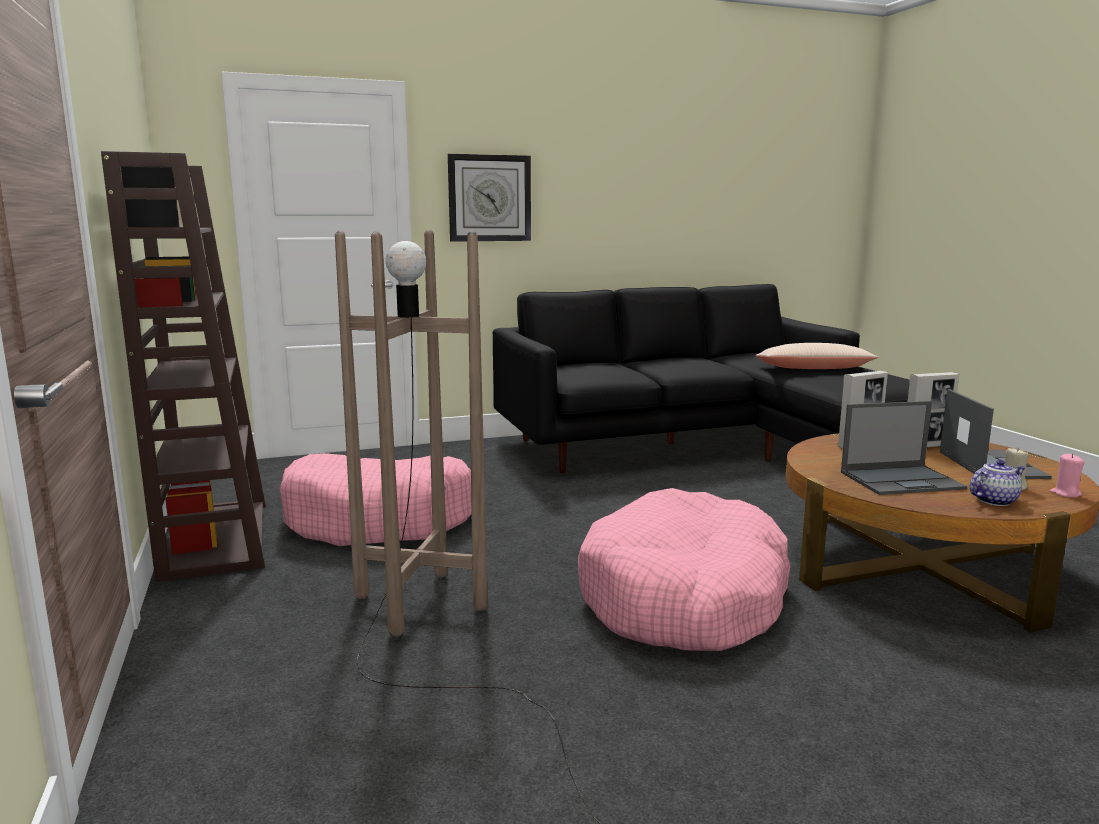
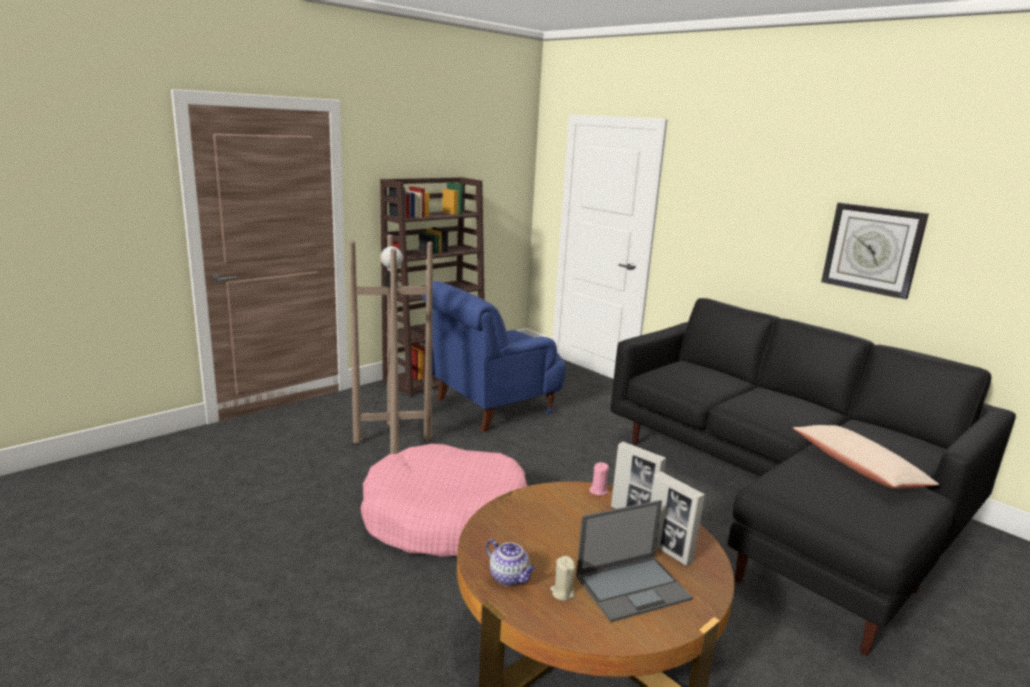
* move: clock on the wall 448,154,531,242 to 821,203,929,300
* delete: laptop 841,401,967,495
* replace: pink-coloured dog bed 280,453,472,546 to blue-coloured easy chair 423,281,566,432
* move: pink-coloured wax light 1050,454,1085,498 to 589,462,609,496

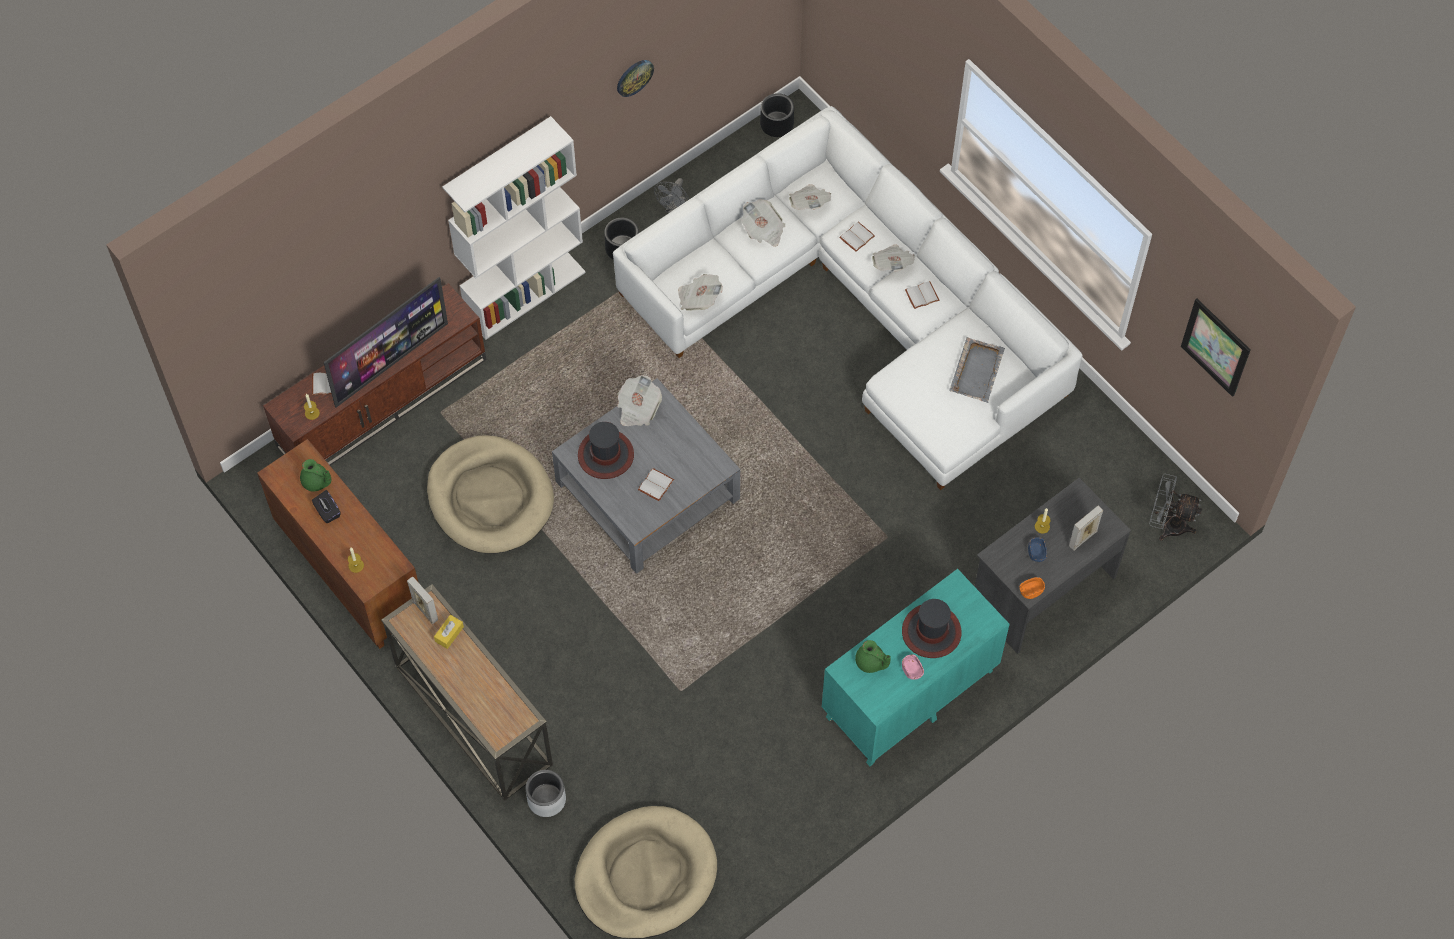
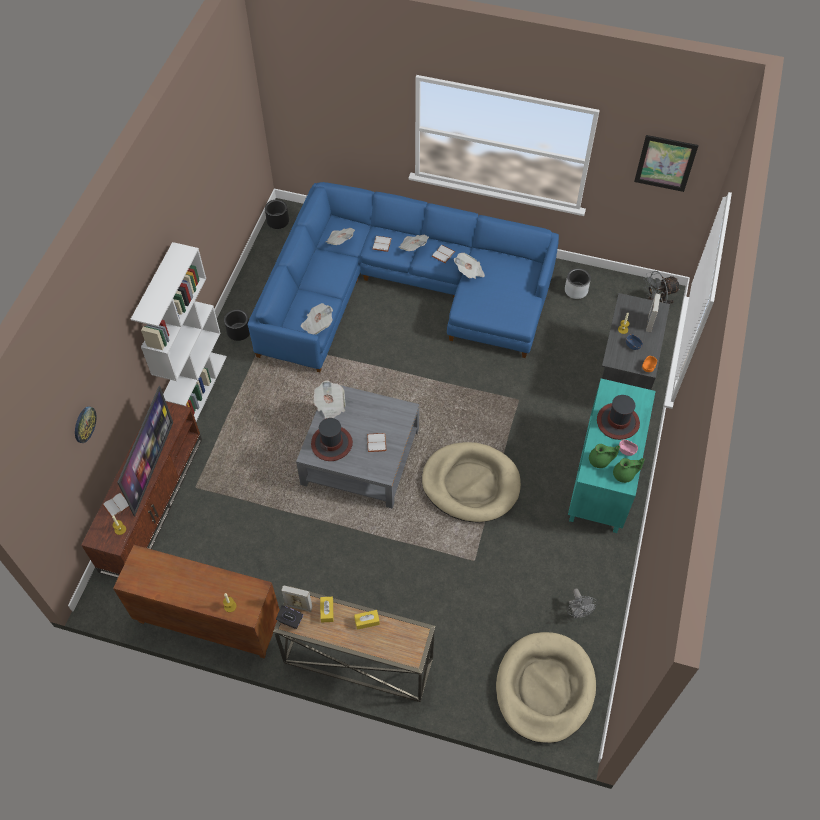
* move: clock on the wall 617,60,654,97 to 75,406,97,443
* recolor: white-coloured couch 613,106,1083,490 to blue-coloured couch 248,182,559,372
* move: greyish fan 654,178,689,213 to 567,588,597,619
* move: newspaper 741,199,786,247 to 454,253,485,279
* delete: greyish carrying tray 949,337,1005,403
* move: beige-coloured dog bed 427,435,554,554 to 422,442,521,522
* move: green pot for tea 300,459,331,492 to 613,458,645,483
* move: black tissue holder 312,490,341,523 to 276,606,303,629
* move: greyish planter 526,770,566,817 to 565,268,591,299
* insert: yellow-coloured tissue holder 354,610,380,630

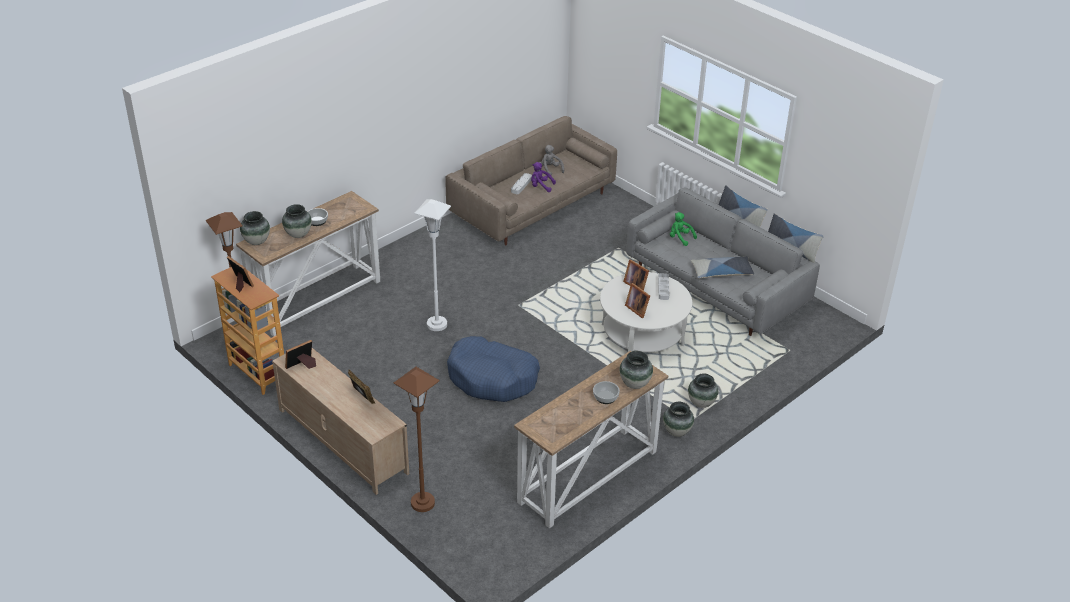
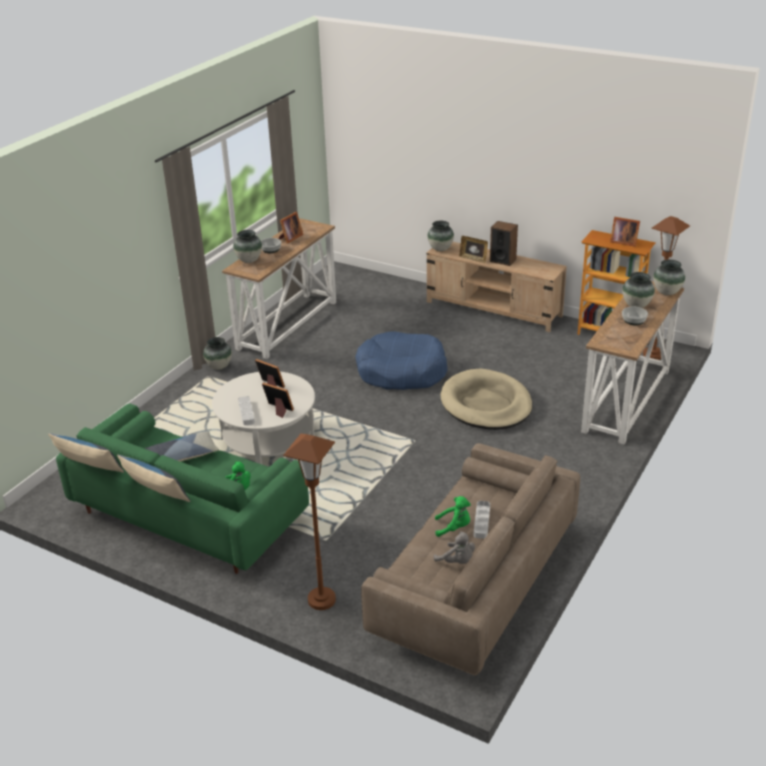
* recolor: purple-coloured plush toy 531,162,556,192 to green plush toy 435,496,471,537
* recolor: greyish couch 626,187,820,336 to green couch 56,404,309,574
* replace: white-coloured floor lamp 414,199,451,331 to beige-coloured dog bed 441,368,532,430
* move: photo frame 285,340,316,369 to 279,212,303,243
* move: brownish floor lamp 394,367,440,512 to 283,434,336,610
* move: decorative vase 688,374,718,408 to 428,221,454,251
* insert: speaker 490,221,518,266

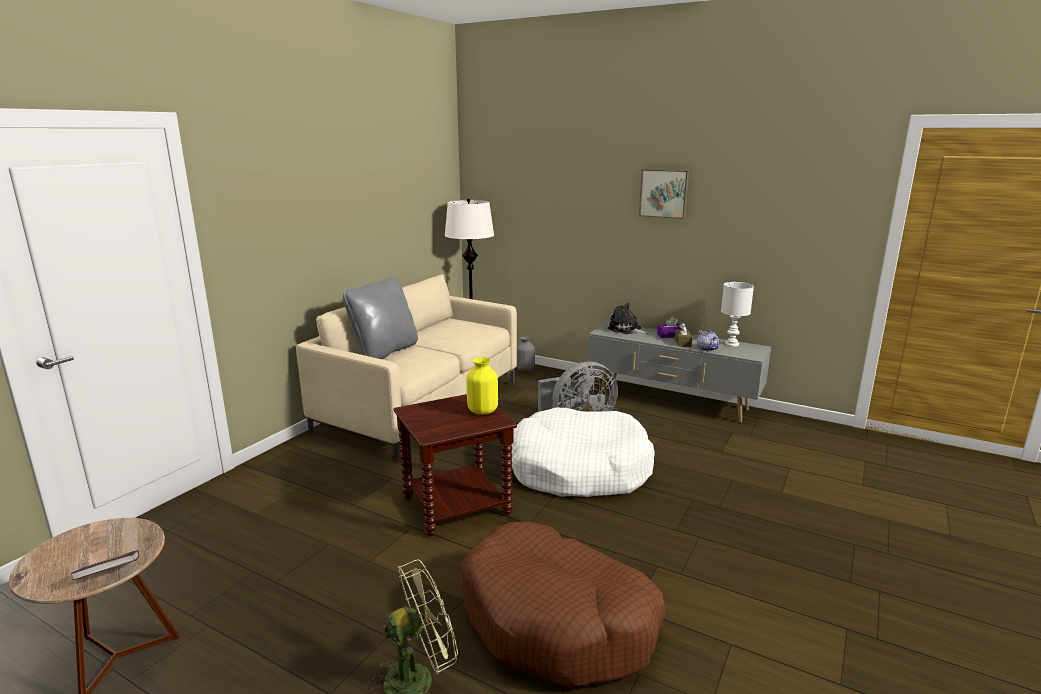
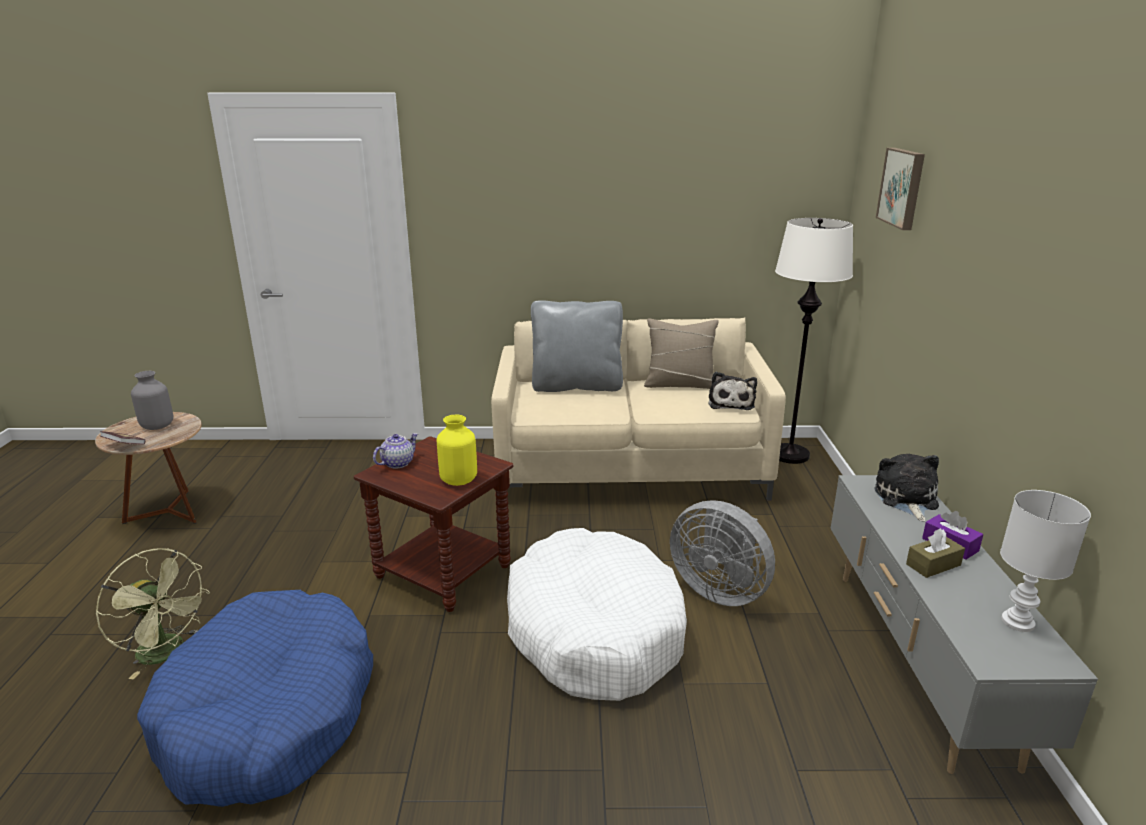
* move: wall art 639,169,689,219 to 876,148,925,230
* move: pot for tea 697,329,720,351 to 373,433,418,468
* move: greyish decorative vase 516,336,535,372 to 131,371,174,430
* recolor: brownish dog bed 461,522,666,688 to blue-coloured dog bed 137,590,373,807
* insert: beige-coloured pillow 644,319,719,389
* insert: plush toy 708,372,757,410

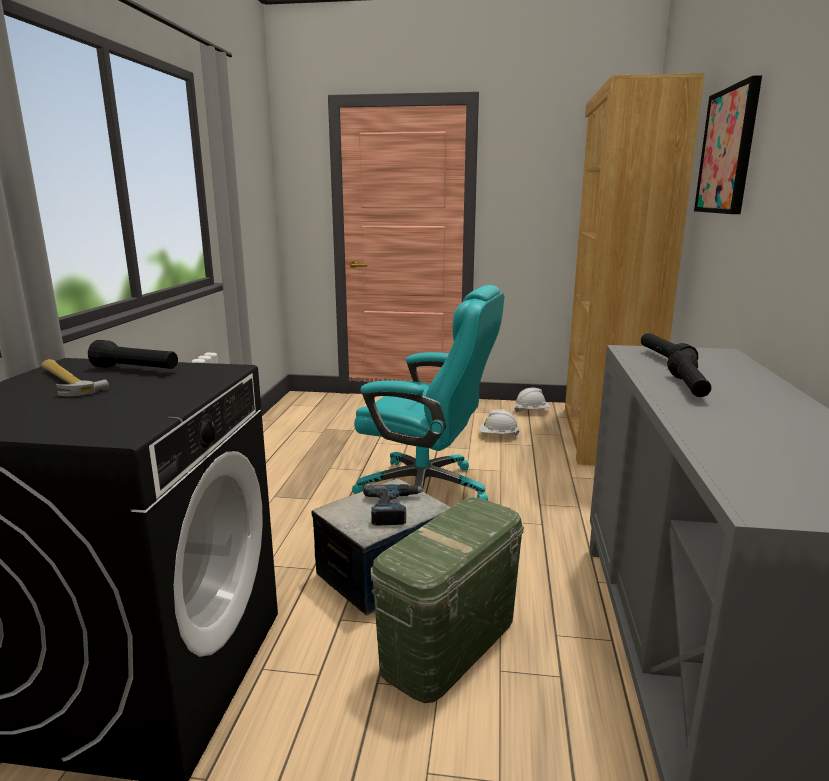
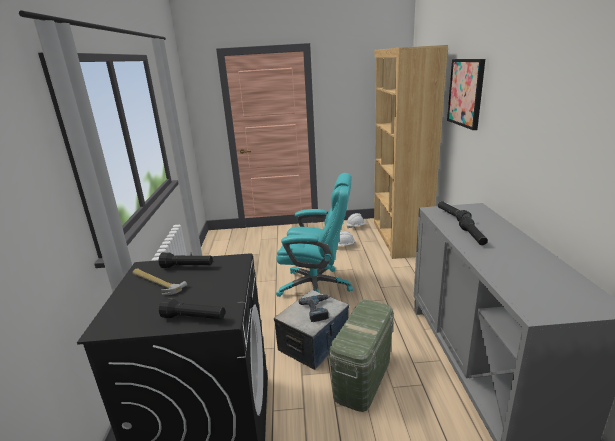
* insert: black torch 159,298,225,319

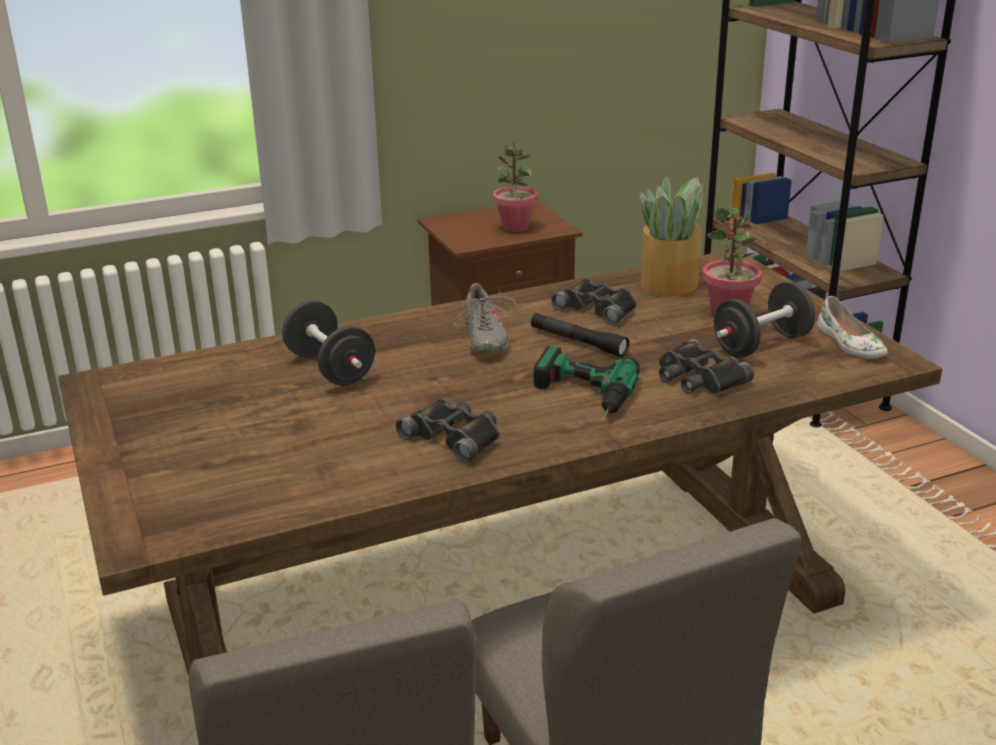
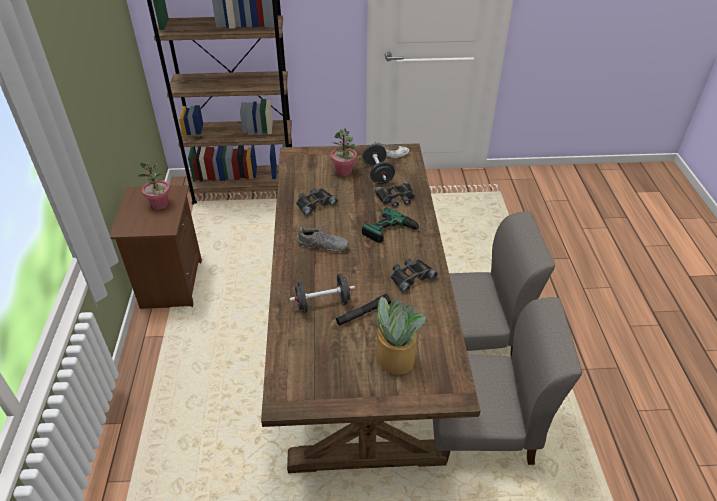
* move: houseplant 640,175,704,296 to 371,296,426,375
* move: black torch 531,313,629,357 to 336,294,391,326

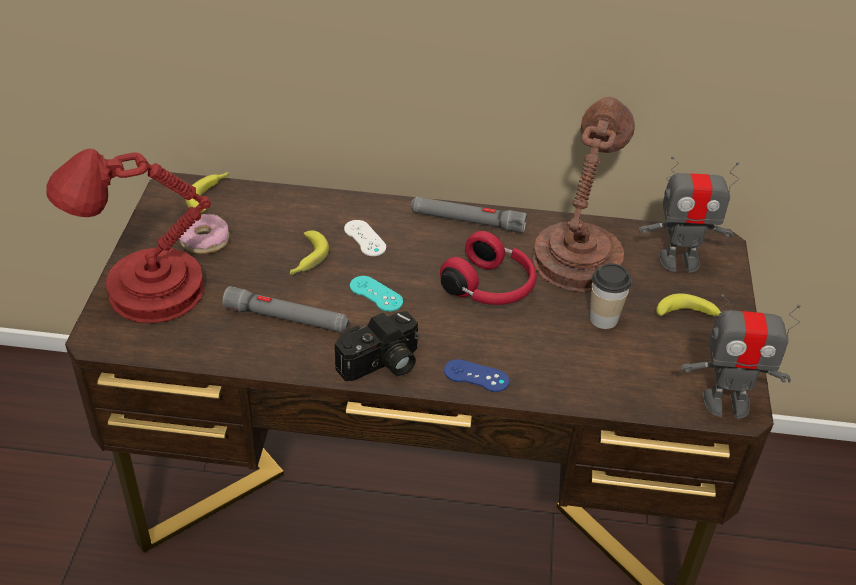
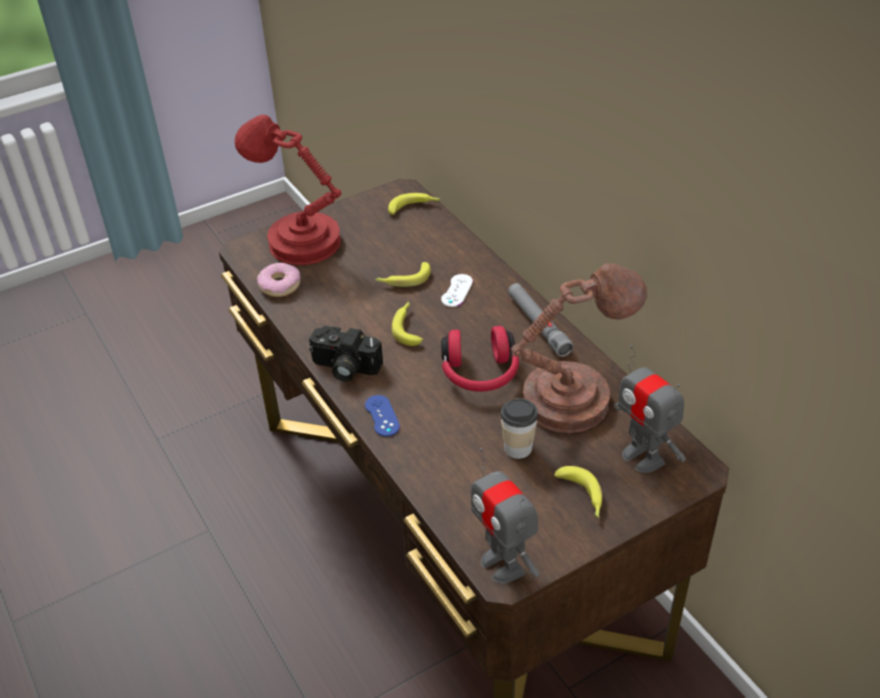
* move: doughnut 178,214,229,254 to 257,262,300,297
* replace: turquoise-coloured gamepad 350,276,403,312 to whole banana 392,302,423,346
* delete: greyish torch 222,286,349,333

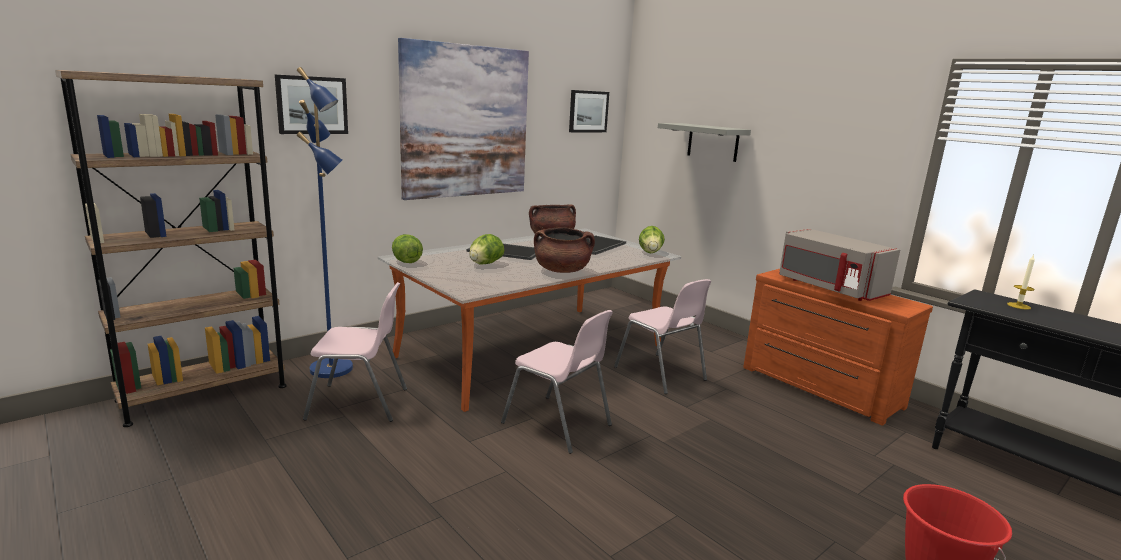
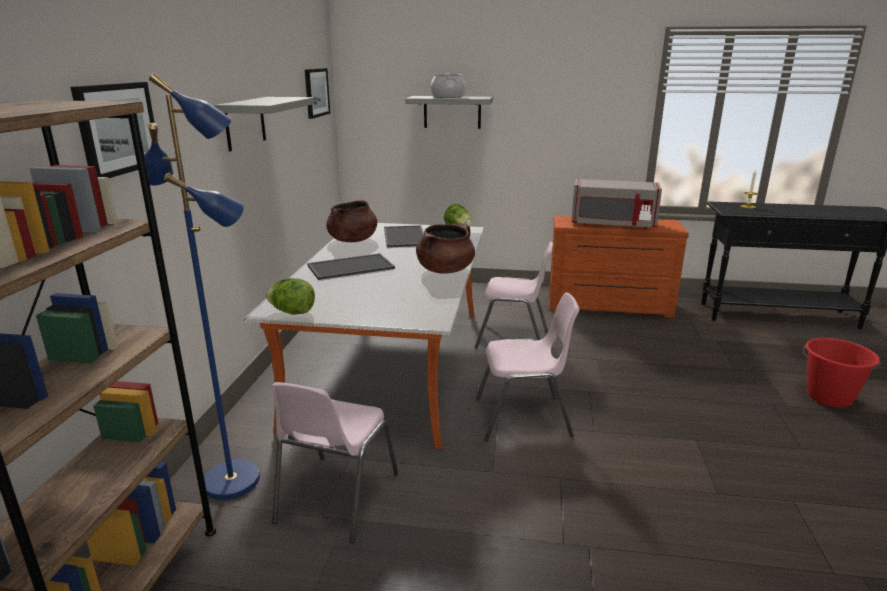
* replace: wall art 398,38,529,200 to greyish wall shelf 214,97,314,151
* delete: head of lettuce 469,234,504,264
* rotate: pink-coloured plain chair 303,282,407,422 = 271,382,398,543 150 degrees clockwise
* insert: cooking pot 431,74,466,98

